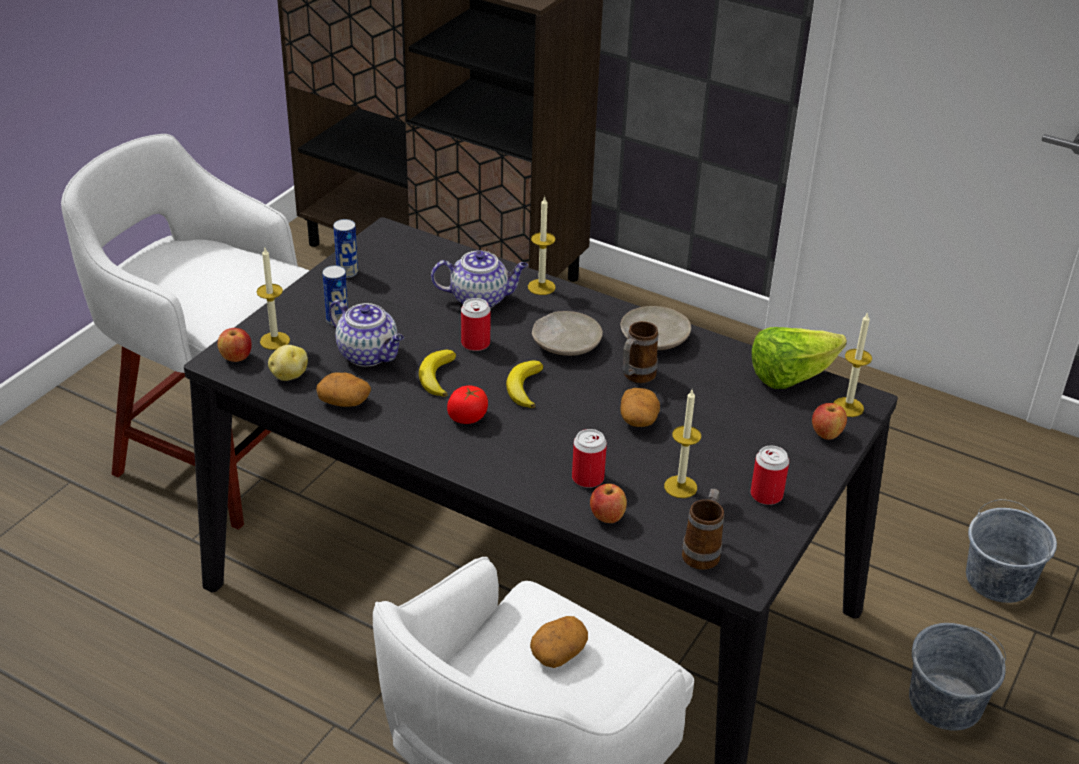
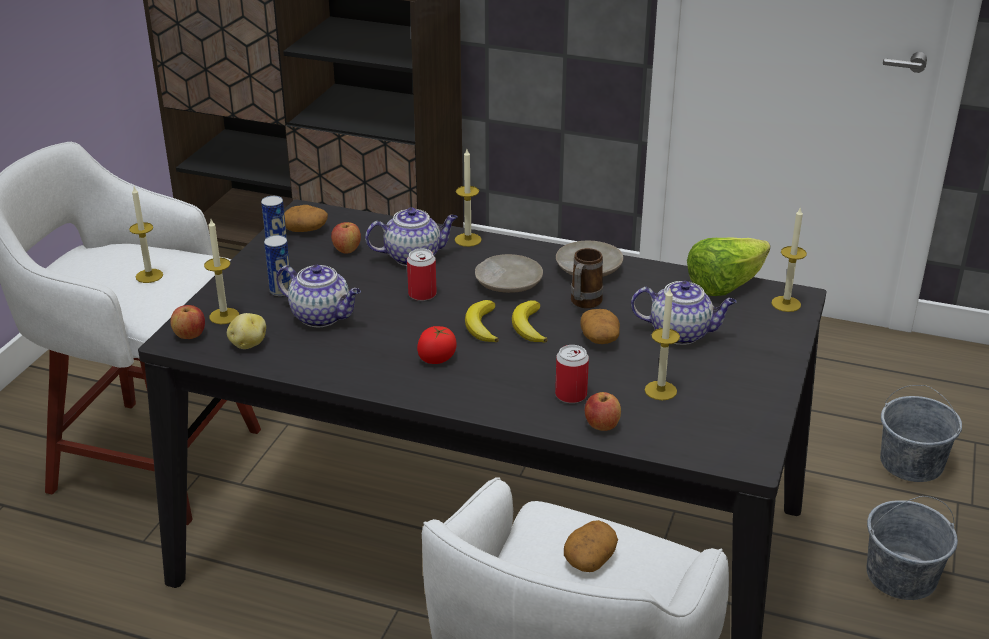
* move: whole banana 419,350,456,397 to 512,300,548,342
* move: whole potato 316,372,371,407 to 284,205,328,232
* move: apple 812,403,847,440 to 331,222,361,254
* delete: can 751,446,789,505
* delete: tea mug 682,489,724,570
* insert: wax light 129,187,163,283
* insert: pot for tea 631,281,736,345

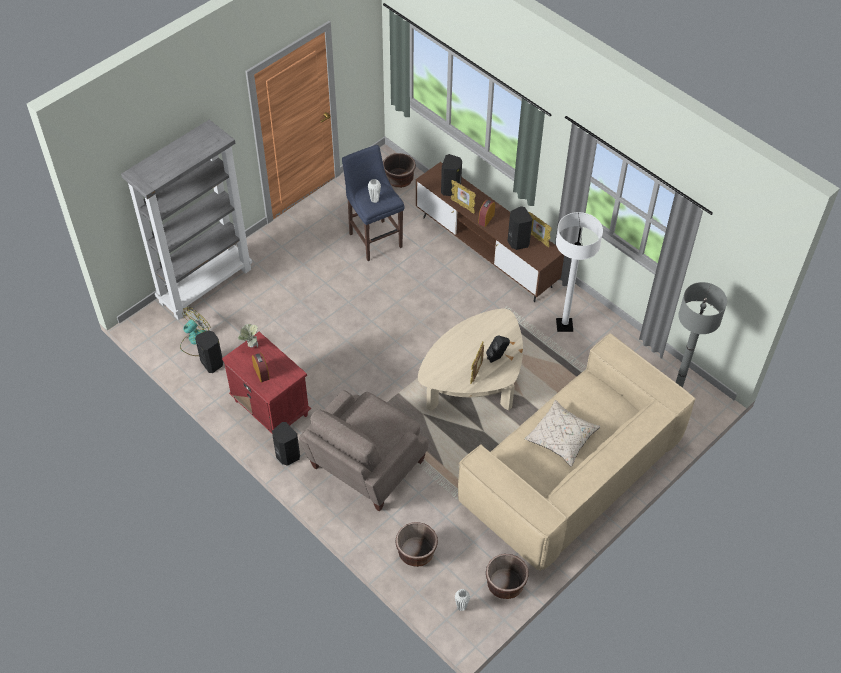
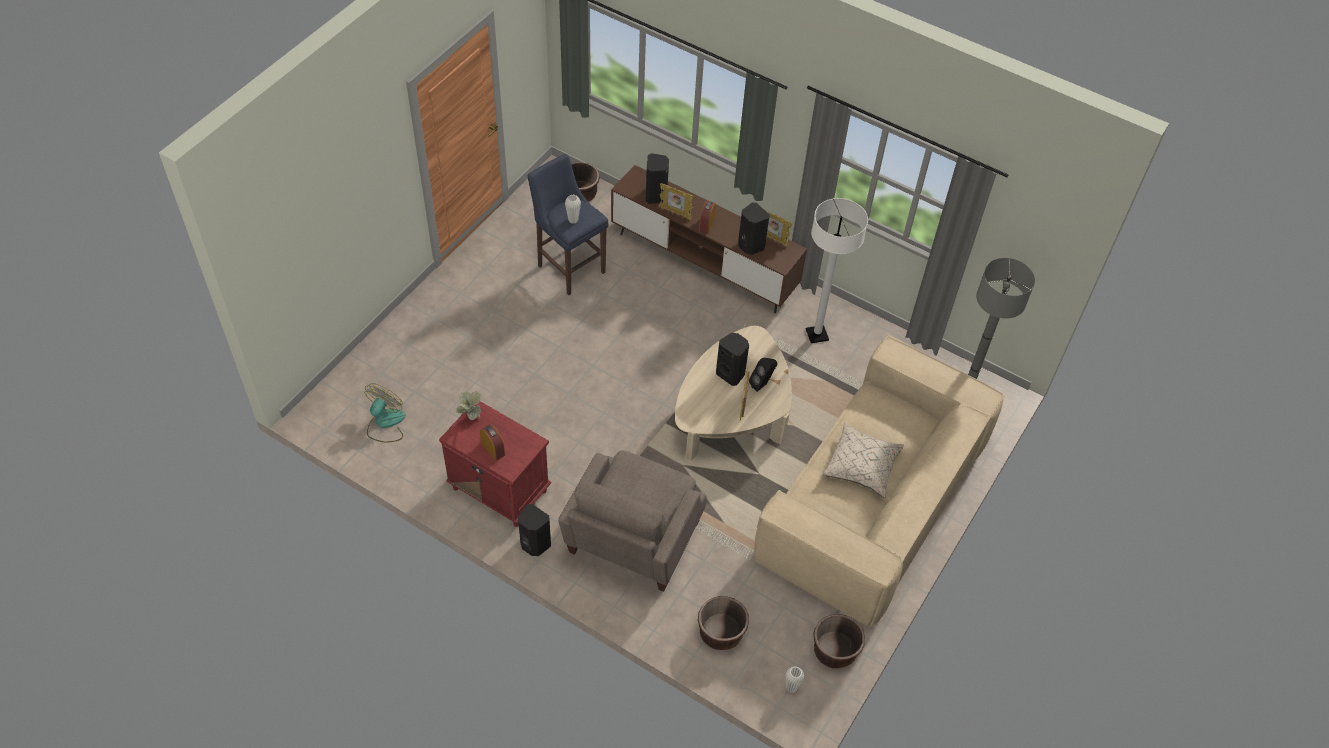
* delete: greyish bookshelf 121,120,252,320
* move: black speaker 195,330,223,373 to 716,333,749,386

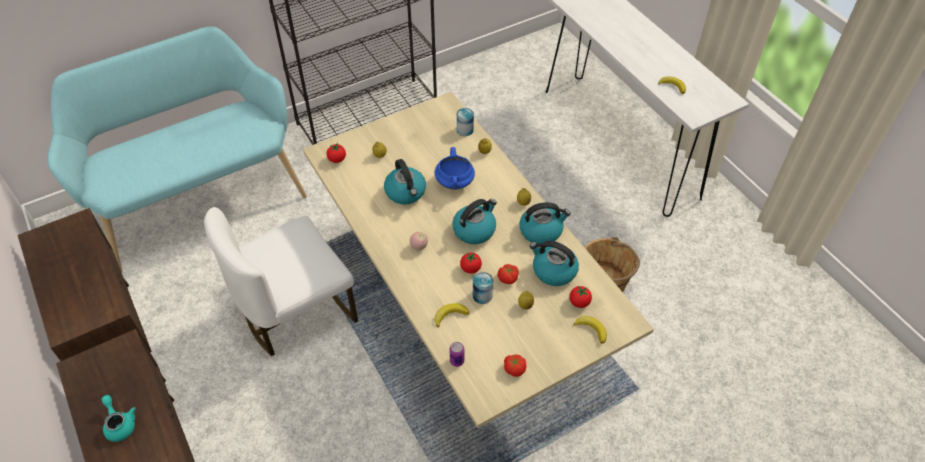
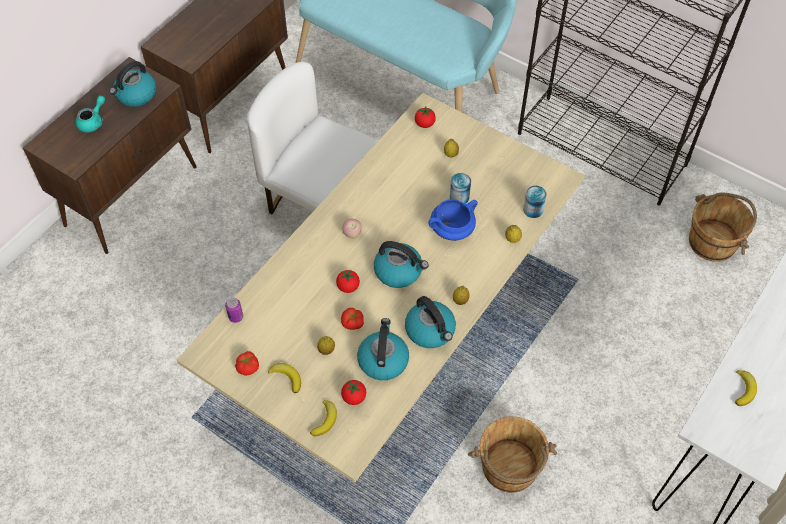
* move: water kettle 384,159,426,204 to 109,61,156,107
* move: can 473,272,493,304 to 450,173,471,204
* move: whole banana 434,303,469,327 to 268,363,301,393
* insert: brownish pail 689,192,757,262

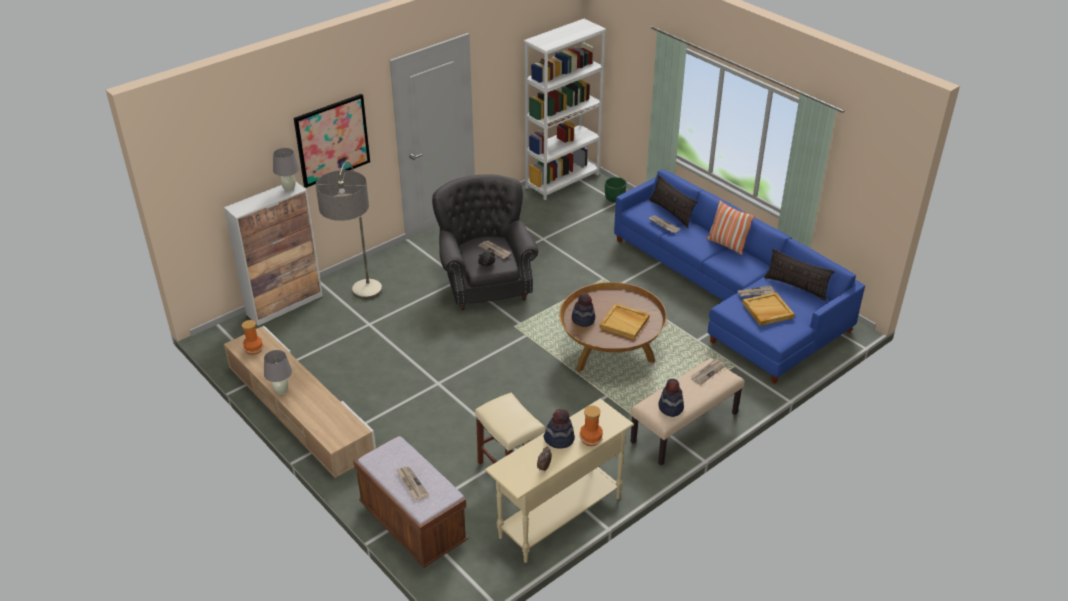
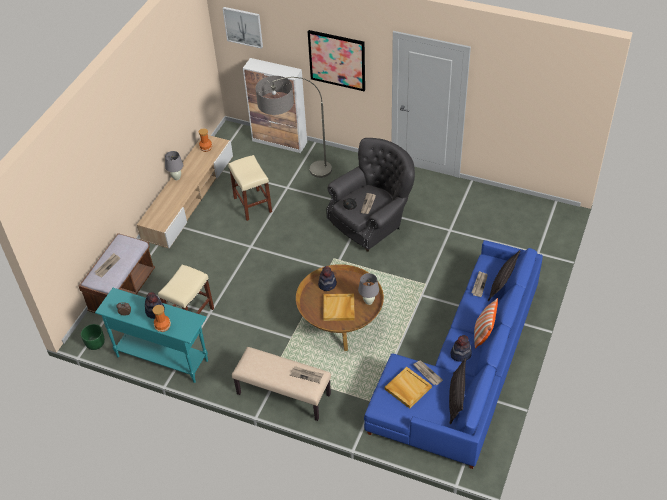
* delete: white-coloured bookshelf 524,19,606,200
* move: greyish tabletop lamp 273,148,299,192 to 358,273,379,305
* move: green planter 605,177,627,203 to 81,324,105,350
* move: hat 658,379,684,417 to 450,335,472,362
* recolor: beige-coloured narrow table 485,399,634,563 to turquoise-coloured narrow table 95,288,208,383
* insert: wall art 223,7,263,49
* insert: beige-coloured stool 228,155,272,221

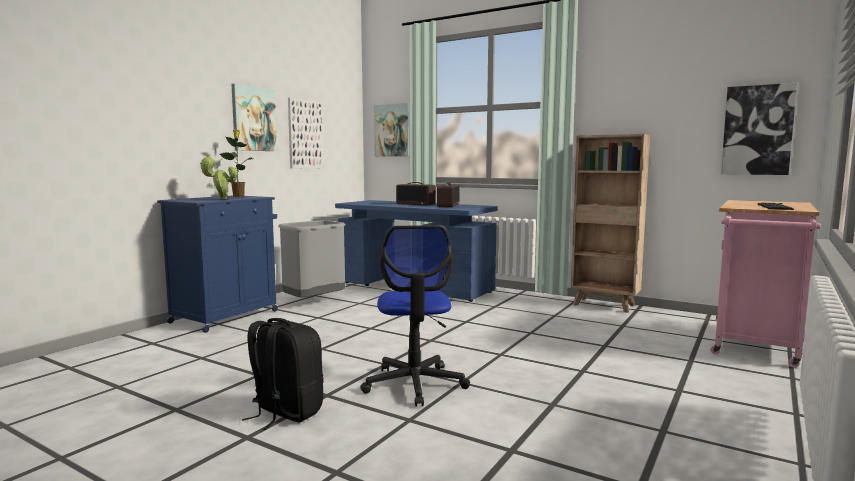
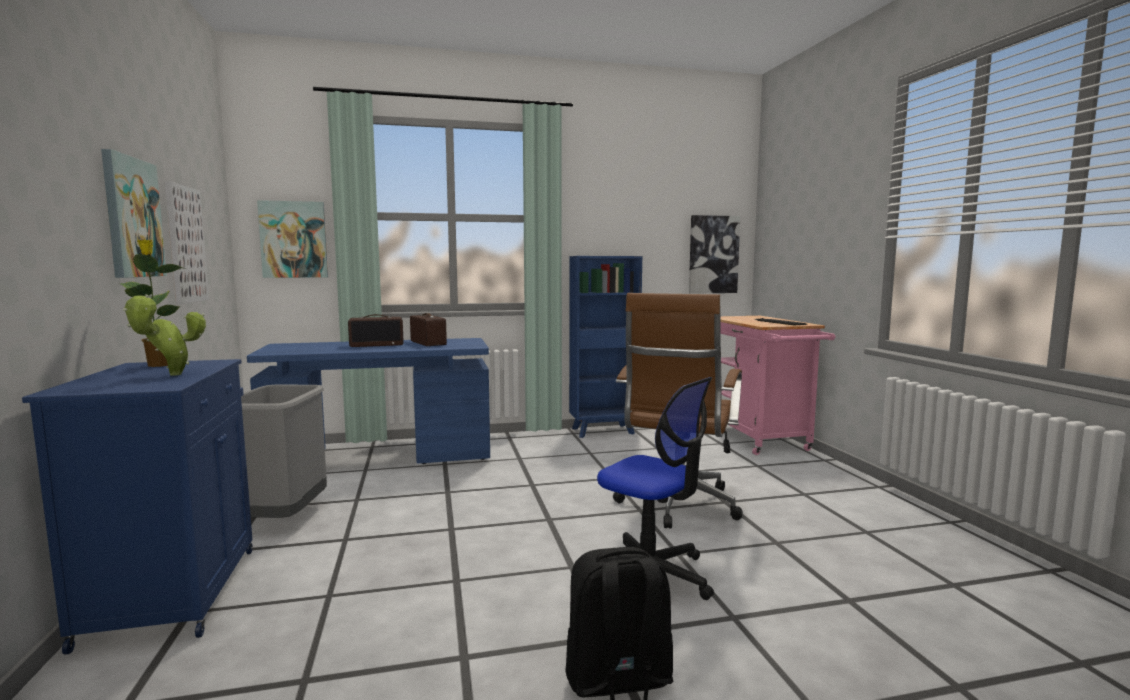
* recolor: brownish bookshelf 571,134,650,313 to blue-coloured bookshelf 569,256,642,438
* insert: brownish computer chair 613,293,743,528

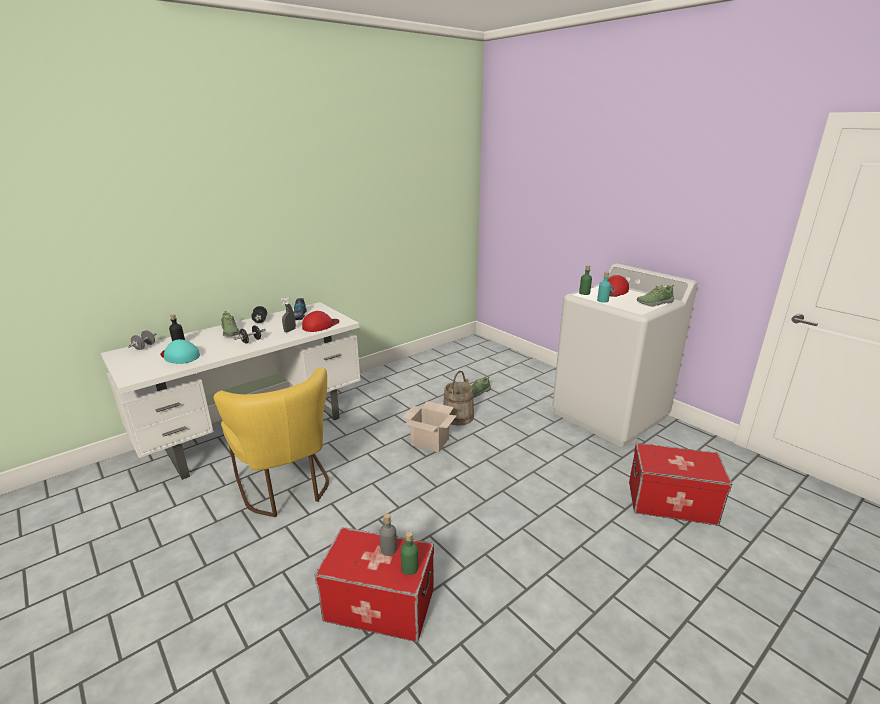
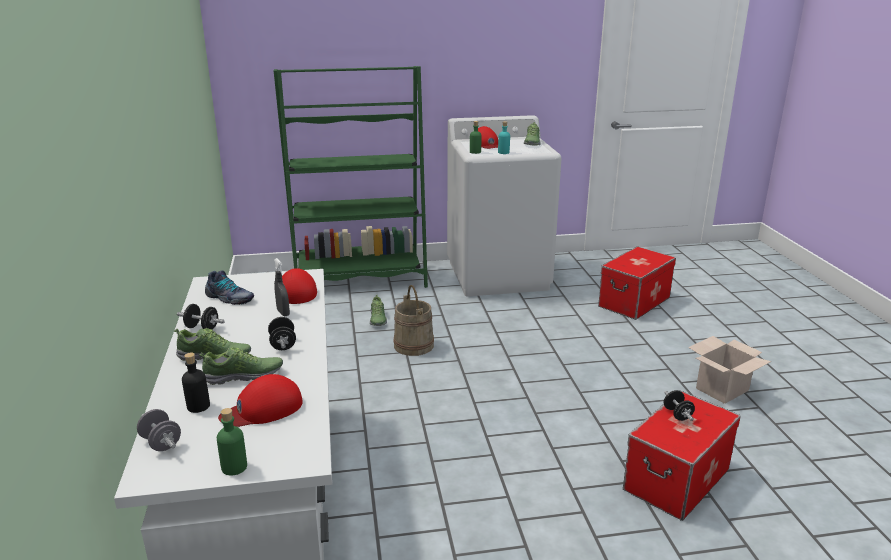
* recolor: turquoise-coloured peaked cap 160,339,200,364 to red peaked cap 218,374,303,427
* delete: yellow-coloured plain chair 214,368,329,517
* move: carton 403,401,457,452 to 688,336,771,404
* replace: greyish bottle 379,513,397,556 to black free weight 663,390,695,421
* move: green bottle 401,531,418,575 to 217,408,247,476
* insert: green bookshelf 274,66,428,288
* insert: item of footwear 199,347,283,385

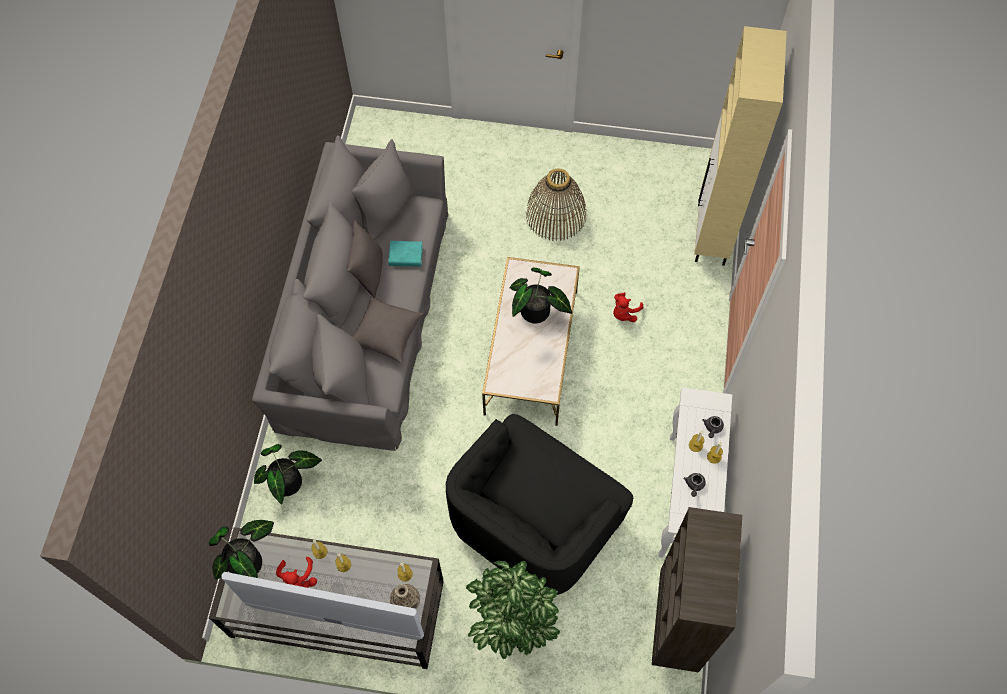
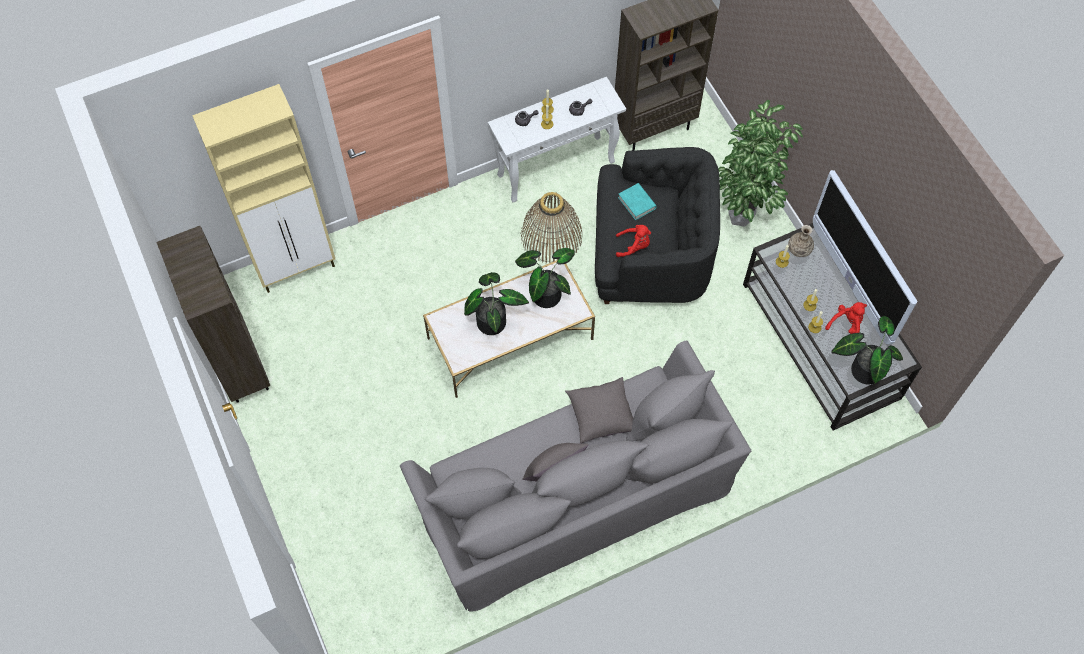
* move: storage basket 526,168,586,241 to 521,192,583,264
* move: turquoise-coloured volume 388,241,423,267 to 618,183,657,220
* move: red plush toy 613,292,643,322 to 616,225,651,257
* move: houseplant 254,444,322,504 to 515,248,575,308
* insert: brownish bookshelf 157,226,270,403

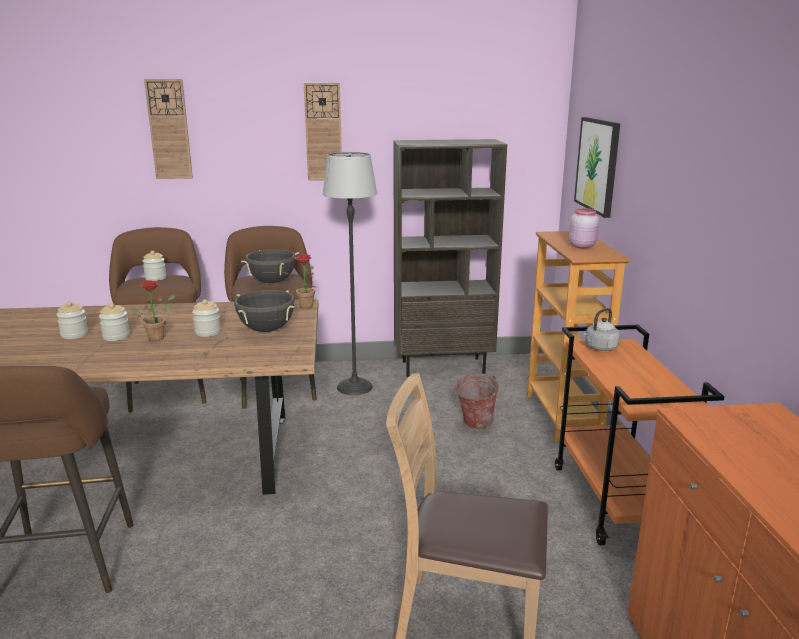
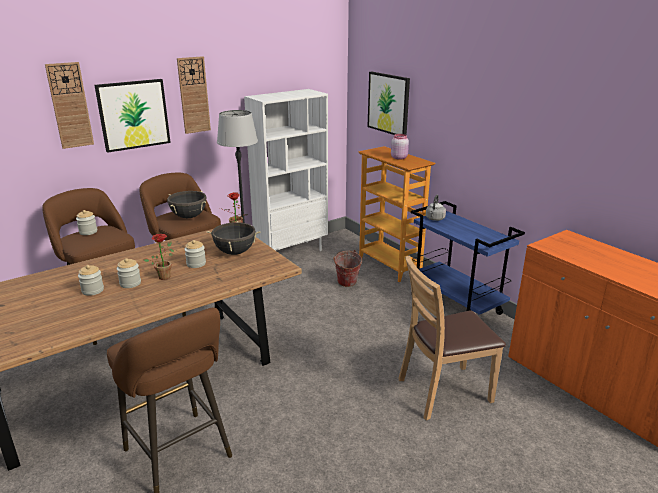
* recolor: brownish bookshelf 393,139,507,377 to white-coloured bookshelf 244,89,328,251
* recolor: orangey cart 555,325,725,546 to blue-coloured cart 411,201,525,315
* insert: wall art 94,79,171,153

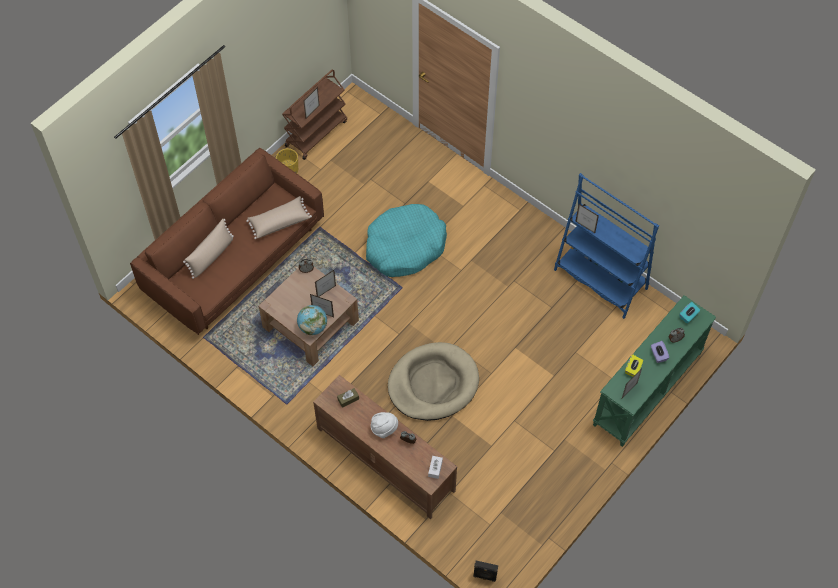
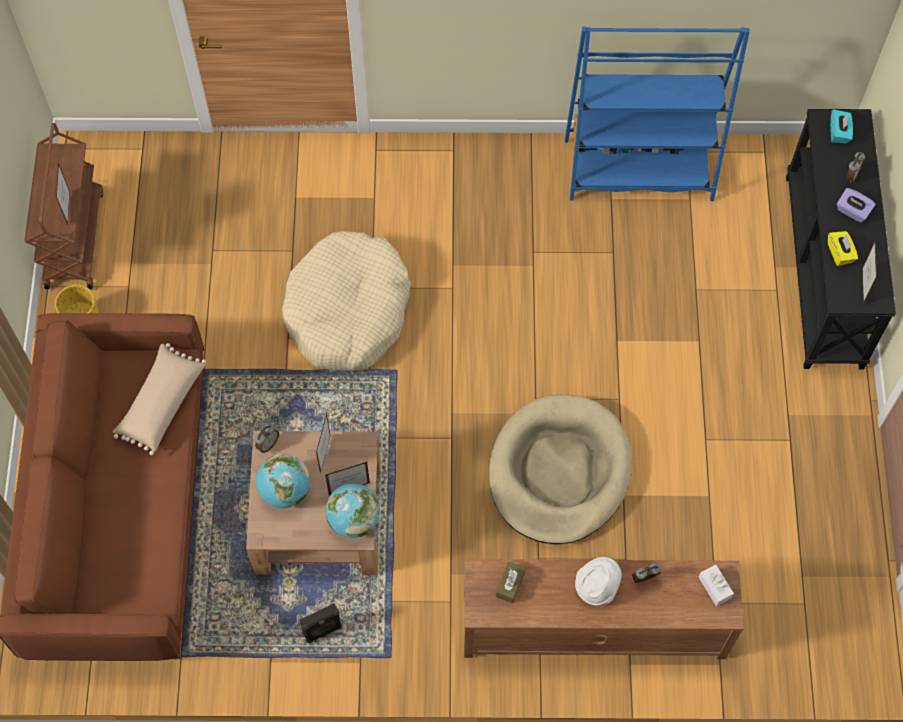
* recolor: turquoise-coloured dog bed 366,204,447,277 to beige-coloured dog bed 282,231,411,371
* delete: photo frame 575,204,599,233
* delete: beige-coloured pillow 183,219,234,279
* recolor: green narrow table 593,295,716,447 to black narrow table 786,109,896,369
* move: black speaker 473,561,498,582 to 299,603,342,643
* insert: globe 256,454,310,508

